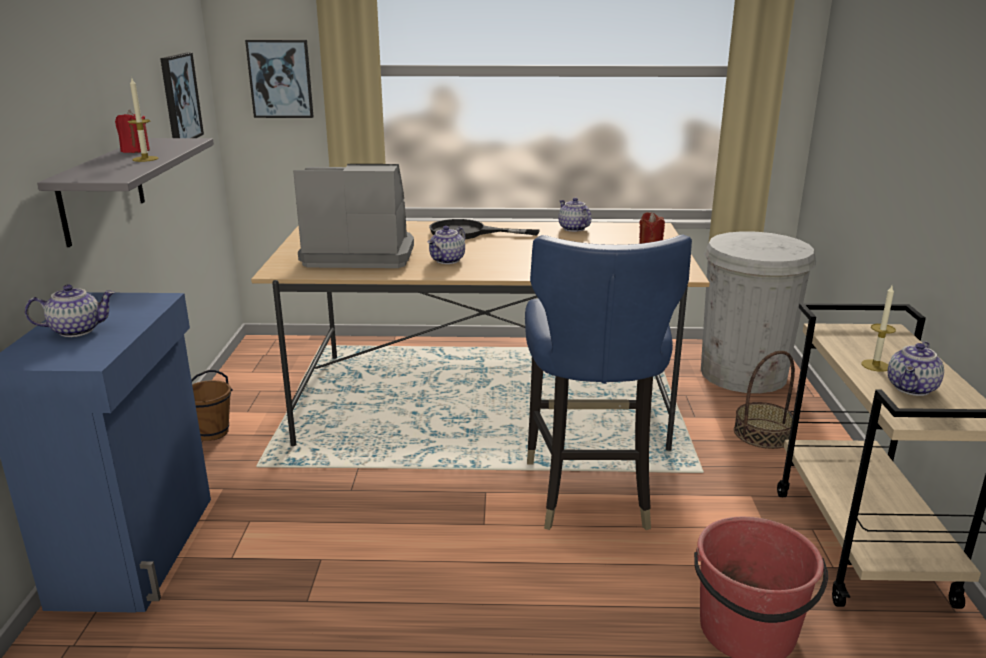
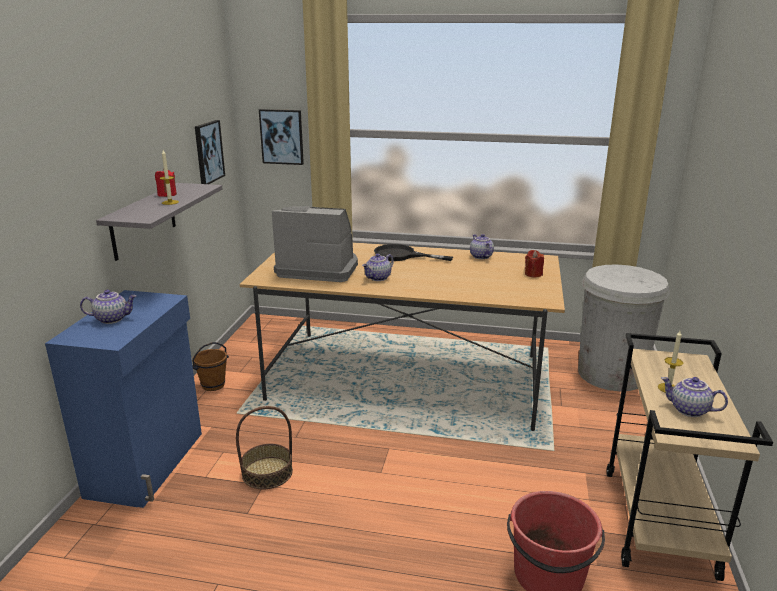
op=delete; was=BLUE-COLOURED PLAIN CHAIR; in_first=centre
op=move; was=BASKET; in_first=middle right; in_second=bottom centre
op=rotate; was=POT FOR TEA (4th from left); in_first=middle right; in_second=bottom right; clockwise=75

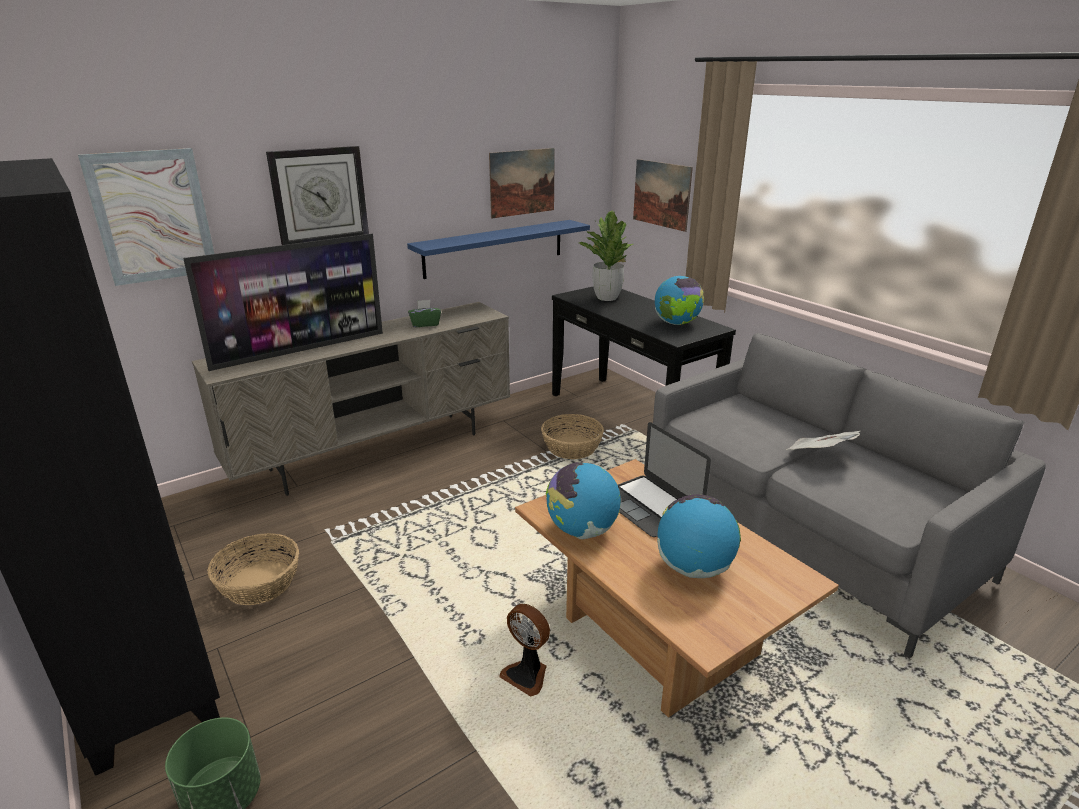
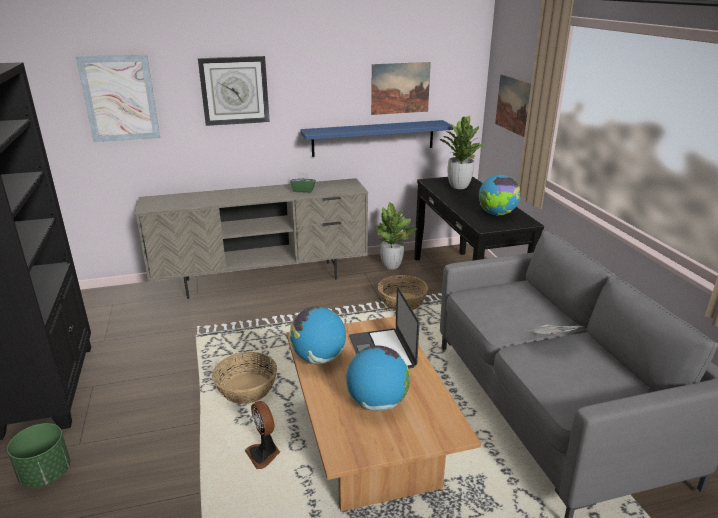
op=delete; was=TELEVISION; in_first=middle left
op=insert; now=PLANT IN A POT (1st from left); in_second=centre
op=move; was=BASKET (1st from left); in_first=bottom left; in_second=bottom centre

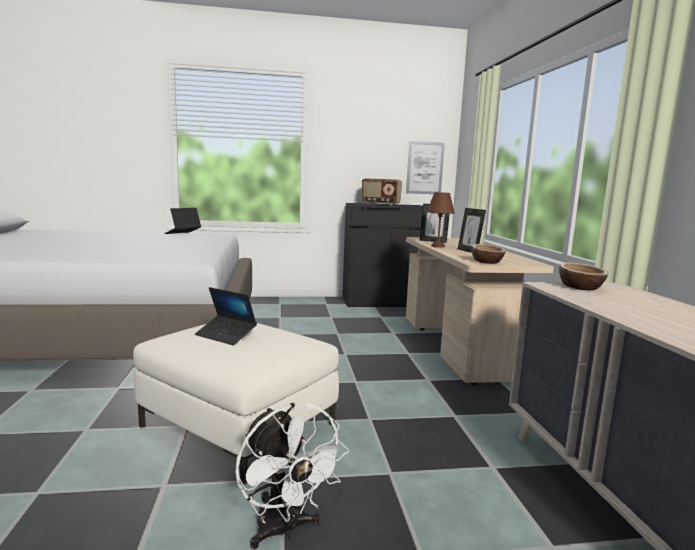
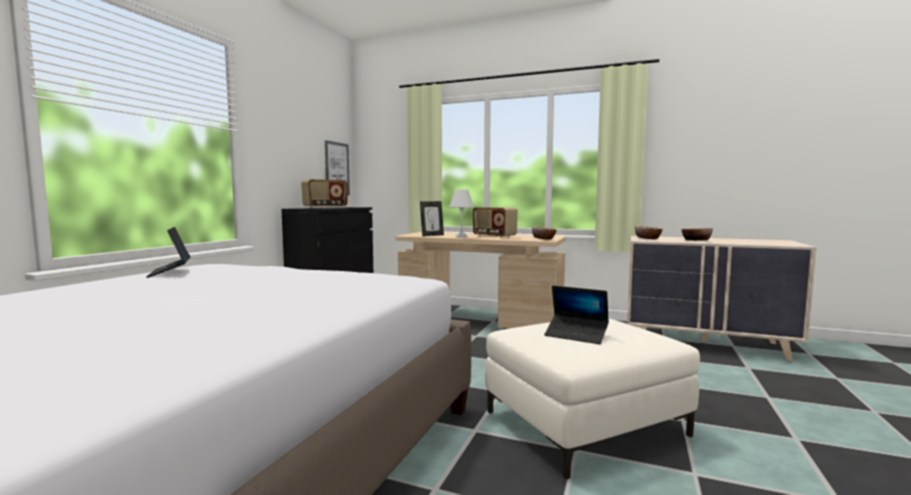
op=delete; was=WHITE-COLOURED COOLING FAN; in_first=bottom centre
op=insert; now=DEEP DISH (3rd from left); in_second=middle right
op=replace; was=STANDING FRAME (2nd from left); now=RADIO RECEIVER (2nd from left); in_first=middle right; in_second=centre
op=recolor; was=BROWN TABLE LAMP; now=WHITE-COLOURED TABLE LAMP; in_first=centre; in_second=centre
op=rotate; was=PORTABLE COMPUTER (2nd from left); in_first=middle left; in_second=centre; clockwise=60

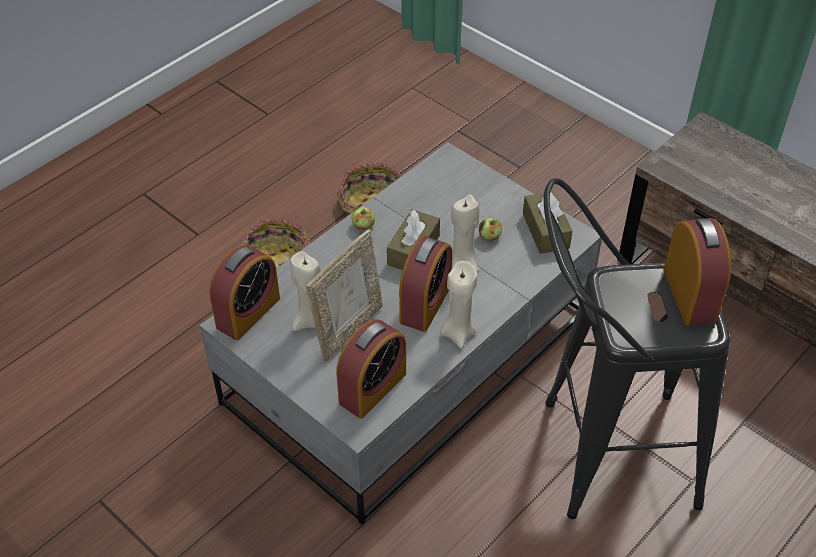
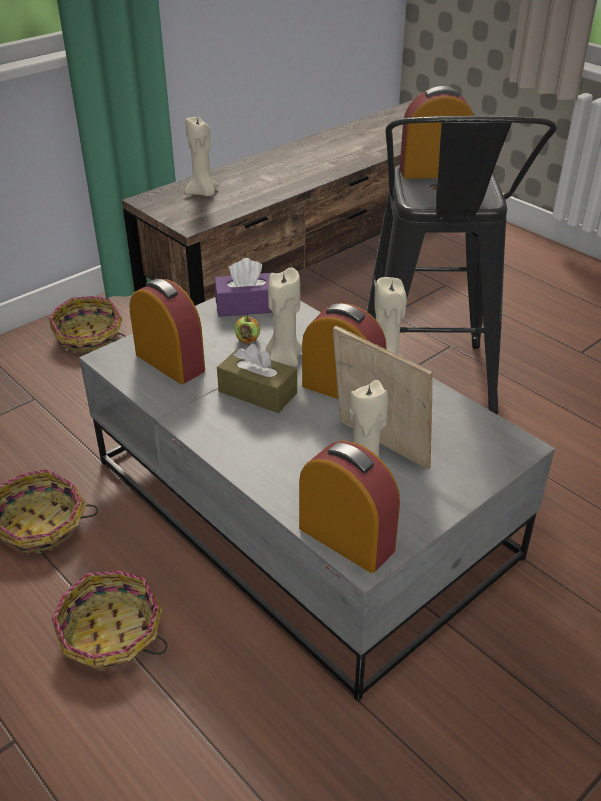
op=delete; was=WHOLE APPLE (1st from left); in_first=centre
op=insert; now=BASKET (2nd from left); in_second=middle left
op=insert; now=SAND-COLOURED CANDLE (1st from left); in_second=top centre
op=move; was=TABLE CLOCK (2nd from left in the first image); now=TABLE CLOCK (1st from left); in_first=centre; in_second=middle left
op=recolor; was=BROWN TISSUE HOLDER (2nd from left); now=PURPLISH TISSUE HOLDER; in_first=middle right; in_second=centre

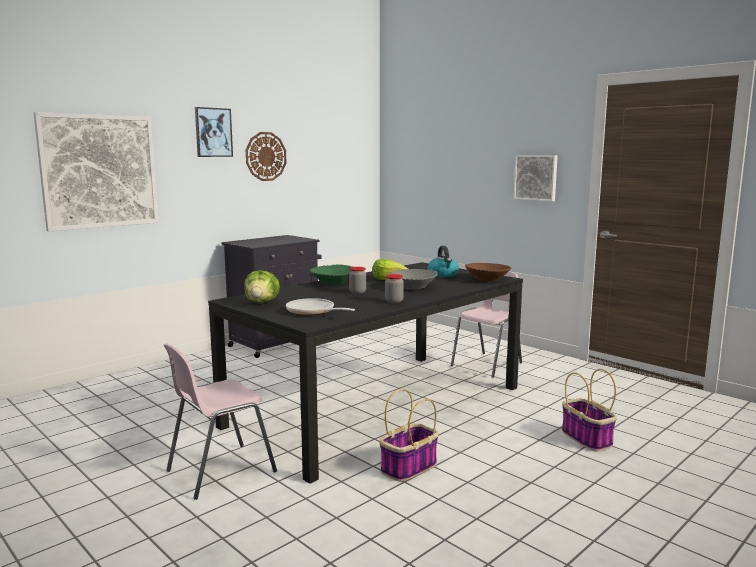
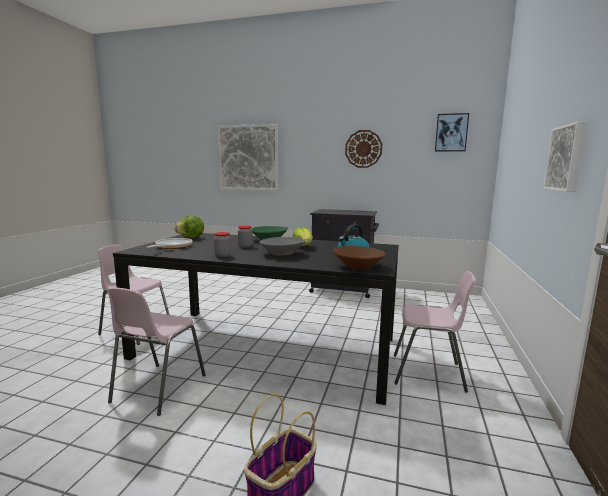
op=move; was=WALL ART (2nd from left); in_first=top left; in_second=top right
op=replace; was=BASKET (1st from left); now=PINK PLAIN CHAIR (2nd from left); in_first=bottom centre; in_second=bottom left

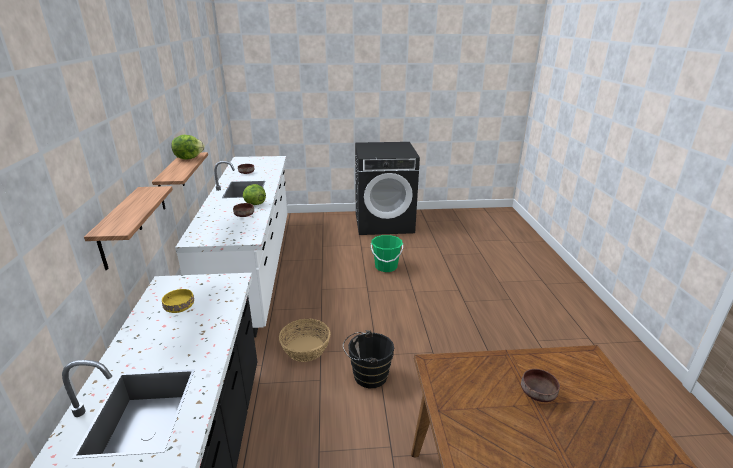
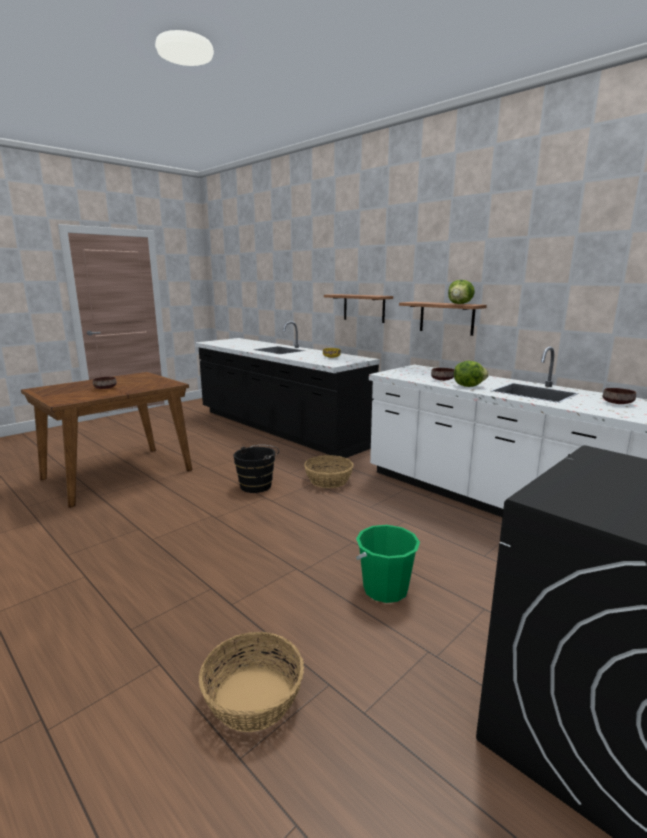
op=insert; now=BASKET (1st from left); in_second=bottom centre

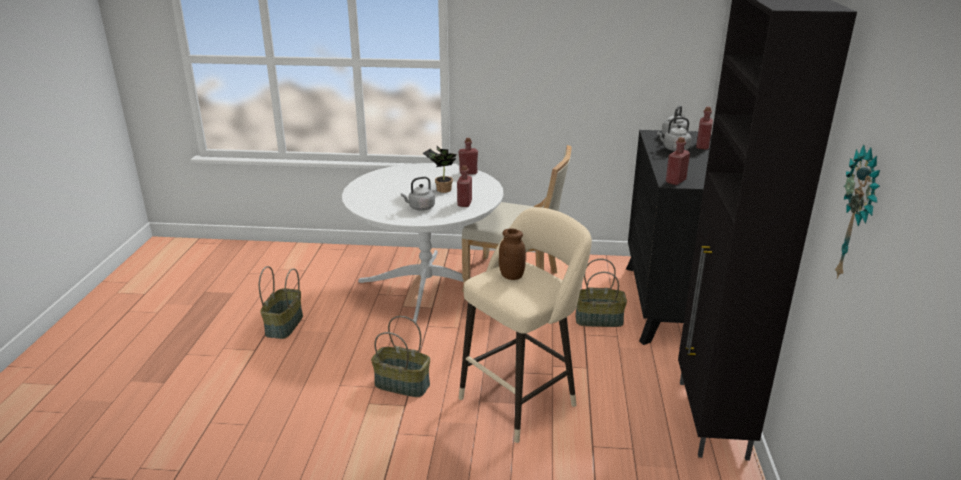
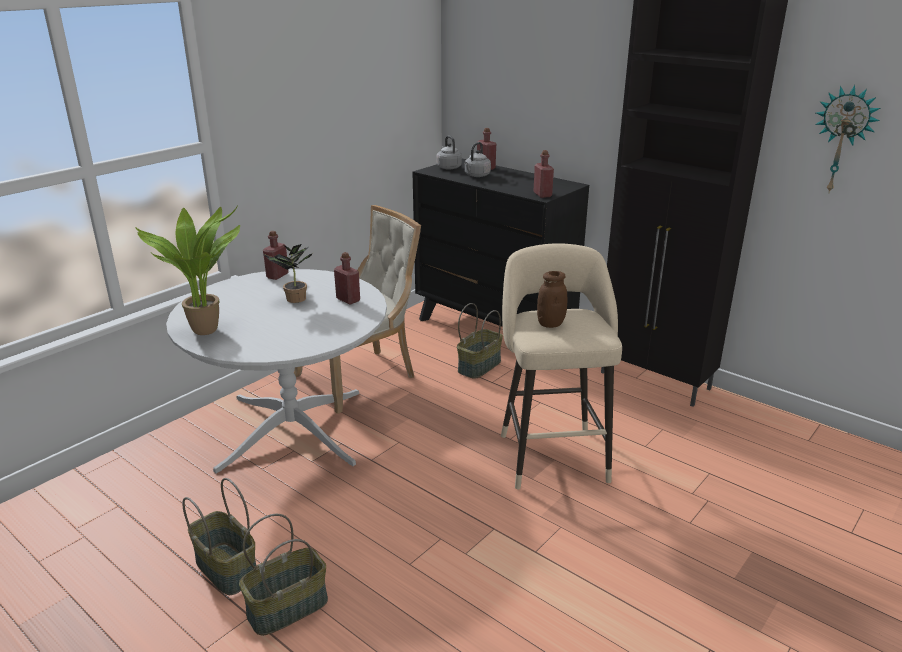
op=delete; was=GREY TEA KETTLE (1st from left); in_first=centre
op=insert; now=PLANT IN A POT (1st from left); in_second=middle left
op=move; was=BASKET (2nd from left); in_first=bottom centre; in_second=bottom left

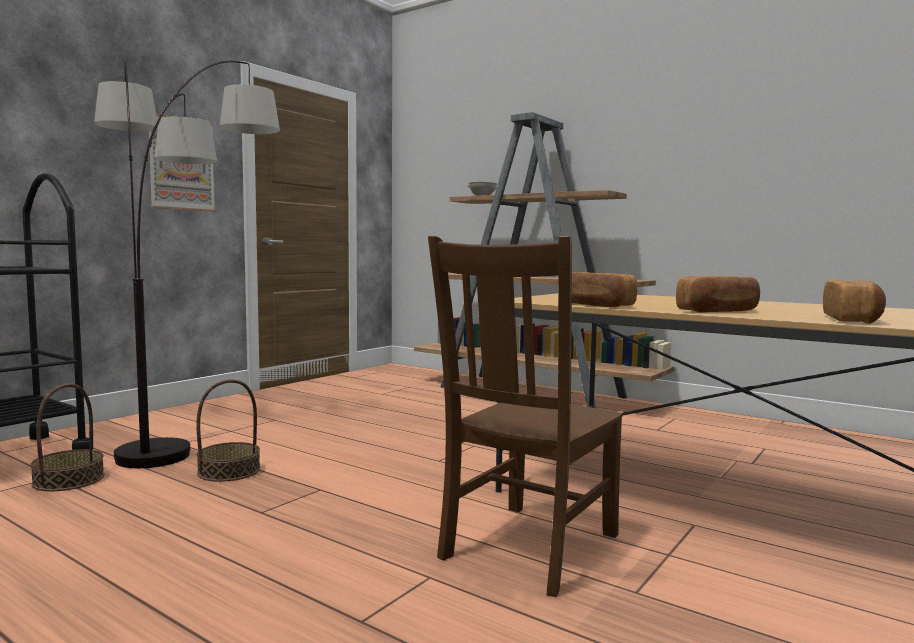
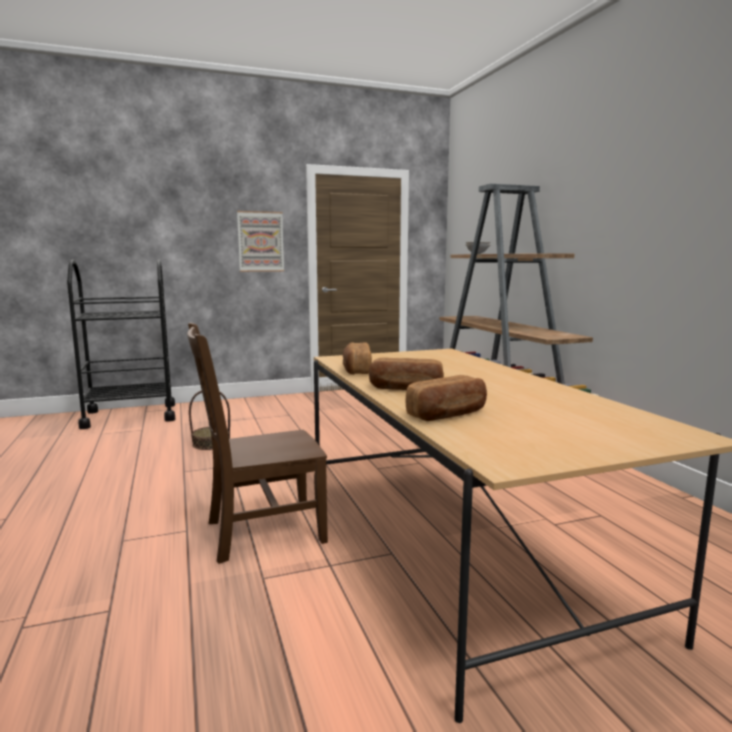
op=delete; was=BASKET (1st from left); in_first=bottom left
op=delete; was=STANDARD LAMP; in_first=middle left

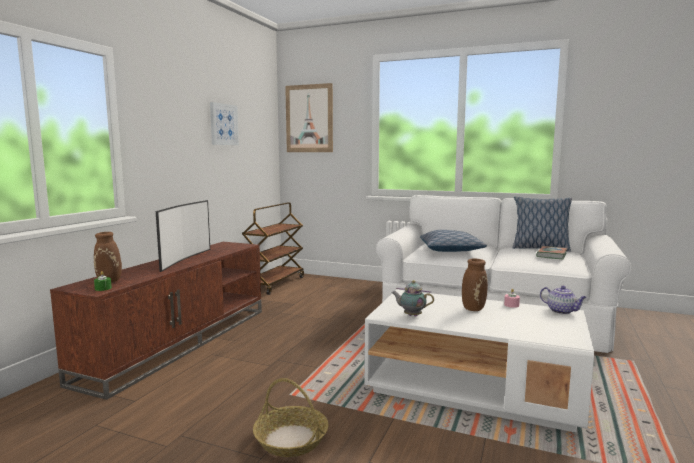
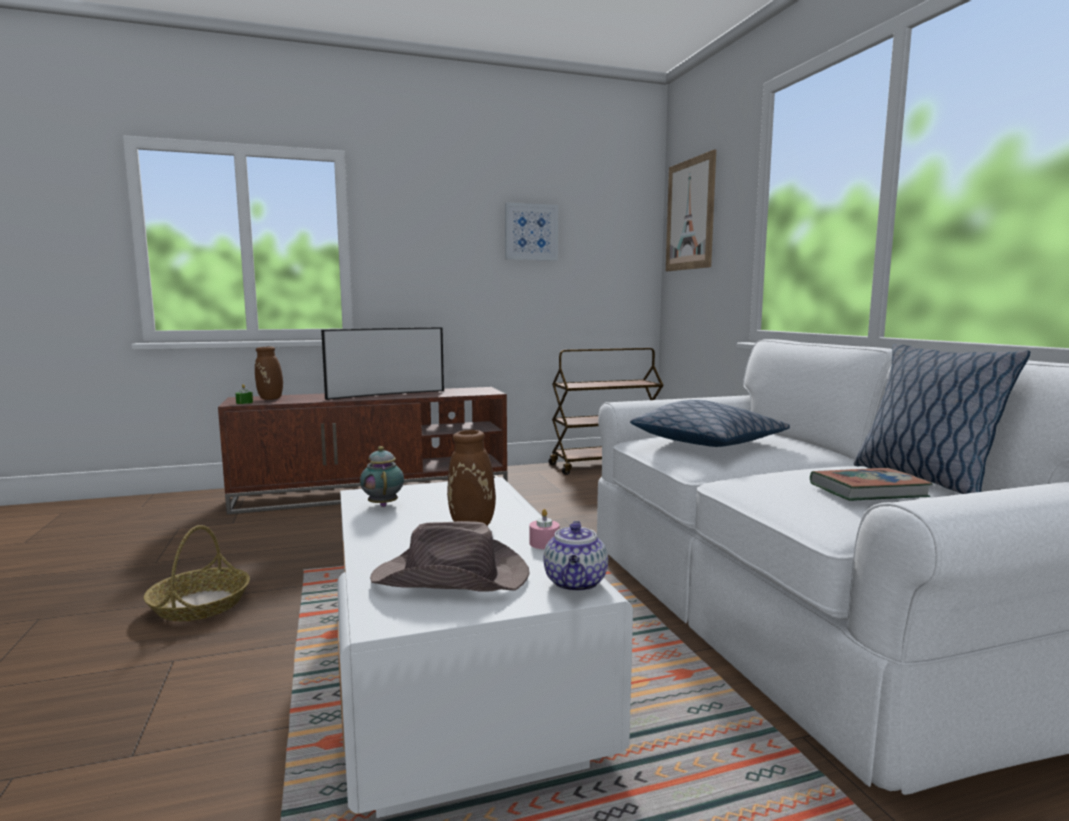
op=insert; now=BROWN WEARABLE HAT; in_second=bottom centre

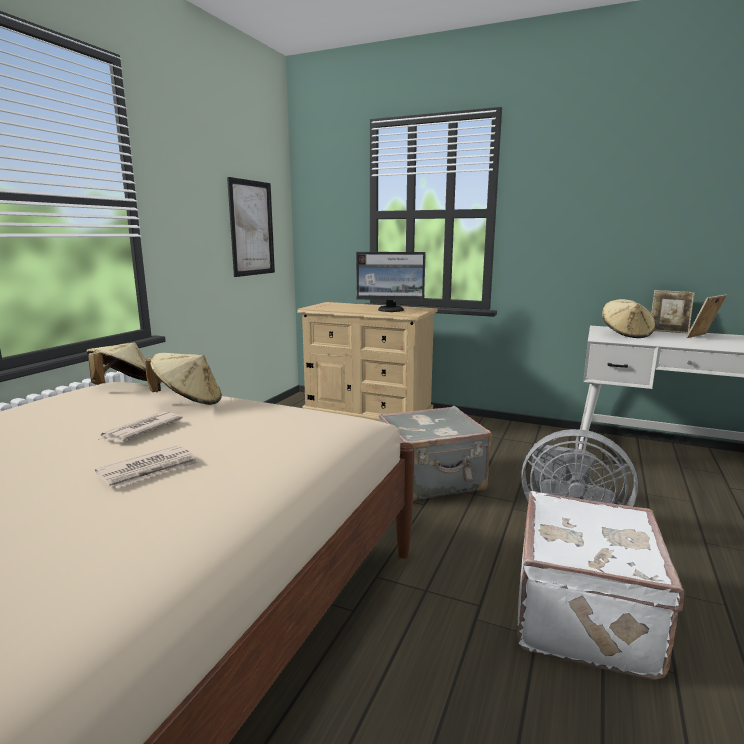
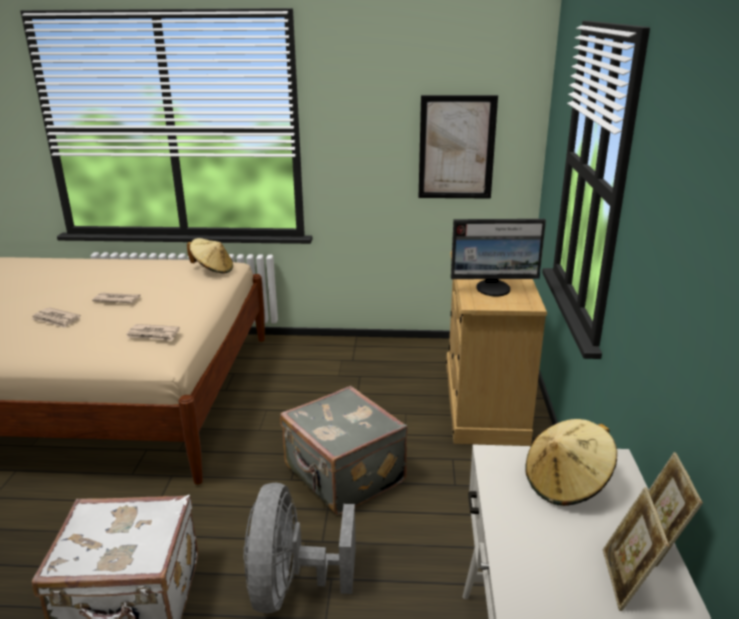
op=delete; was=SAND-COLOURED WEARABLE HAT (2nd from left); in_first=middle left
op=insert; now=DAILY PAPER (3rd from left); in_second=middle left
op=rotate; was=COMPUTER SCREEN; in_first=centre; in_second=middle right; clockwise=-75
op=rotate; was=STANDING FRAME (2nd from left in the first image); in_first=middle right; in_second=bottom right; clockwise=-120

